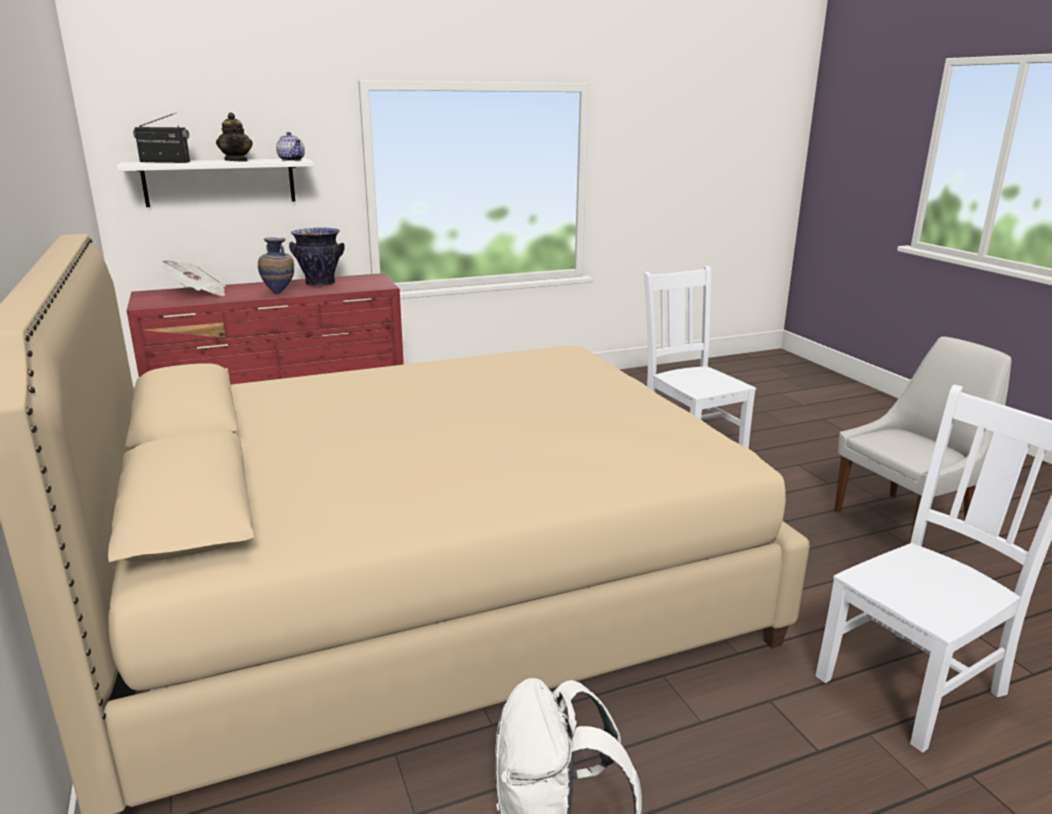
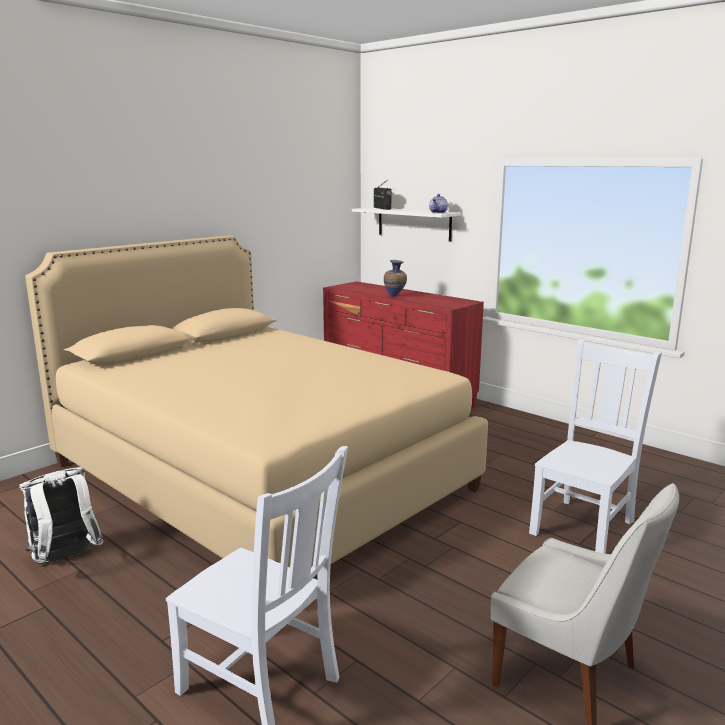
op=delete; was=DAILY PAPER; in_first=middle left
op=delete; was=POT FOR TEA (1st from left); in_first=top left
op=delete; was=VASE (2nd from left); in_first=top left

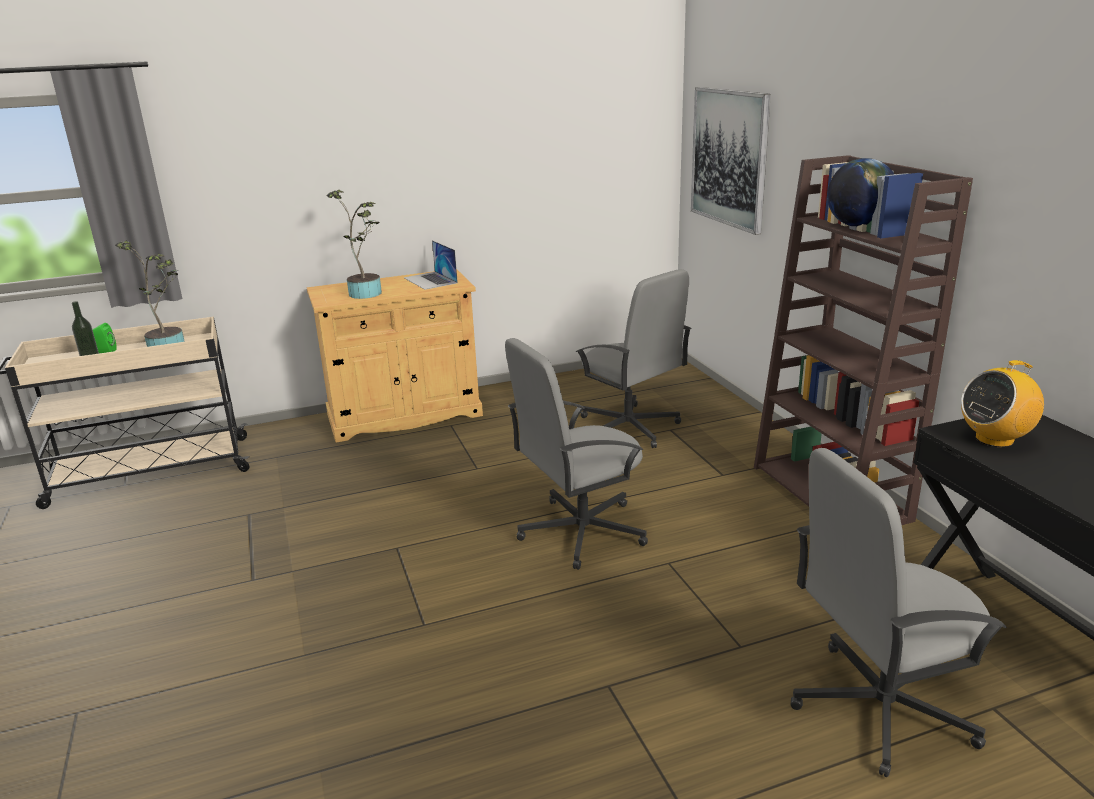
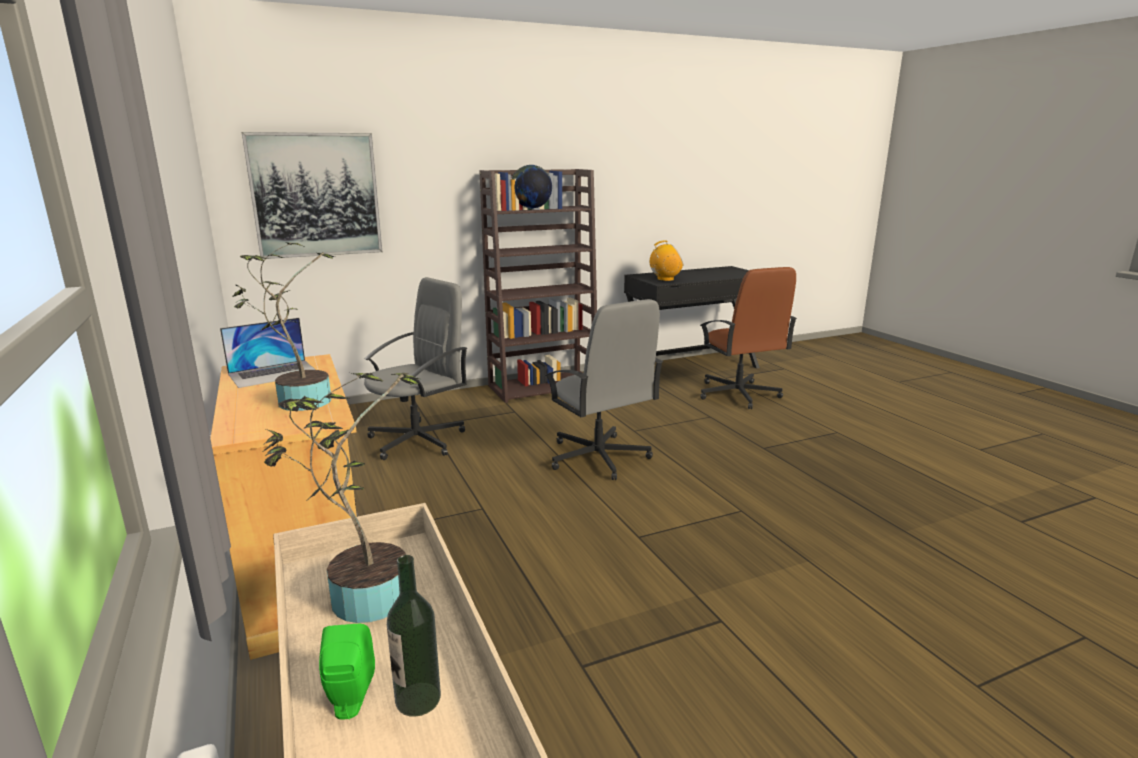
op=recolor; was=GREY OFFICE CHAIR (3rd from left); now=BROWN OFFICE CHAIR; in_first=bottom right; in_second=centre
op=rotate; was=RADIO RECEIVER; in_first=middle right; in_second=centre; clockwise=-75

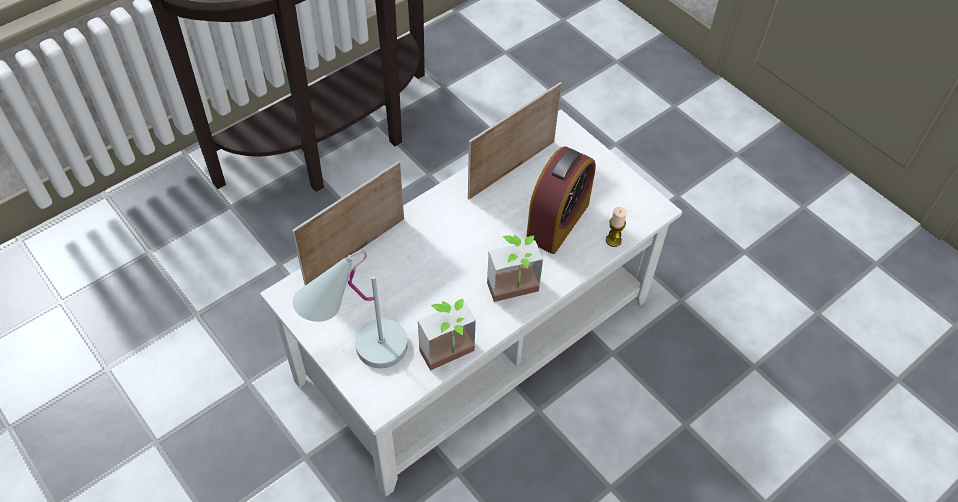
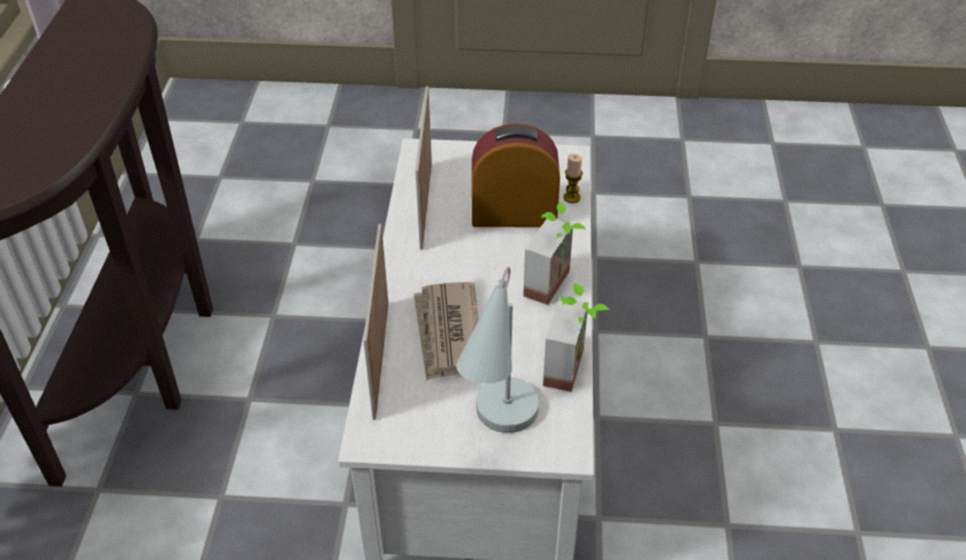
op=insert; now=DAILY PAPER; in_second=centre
op=rotate; was=TABLE CLOCK; in_first=centre; in_second=top centre; clockwise=-75

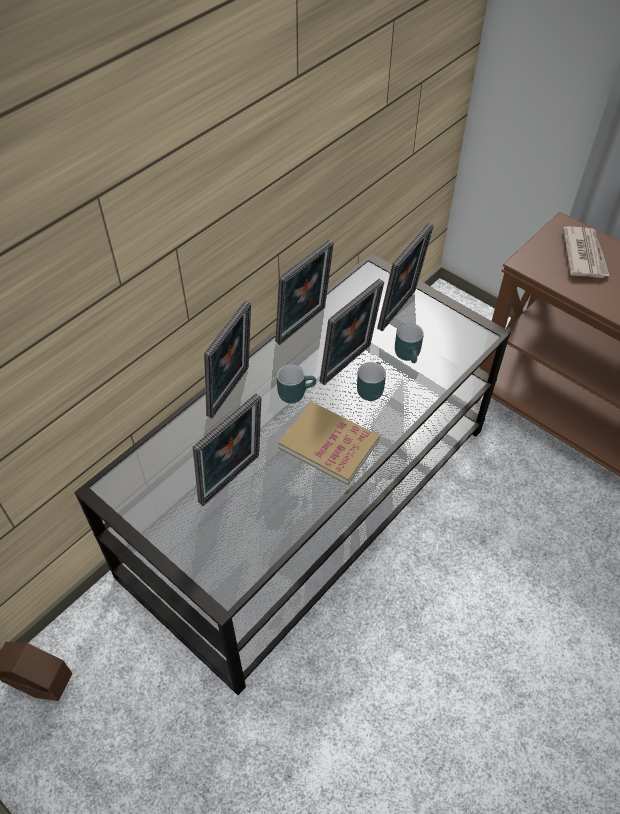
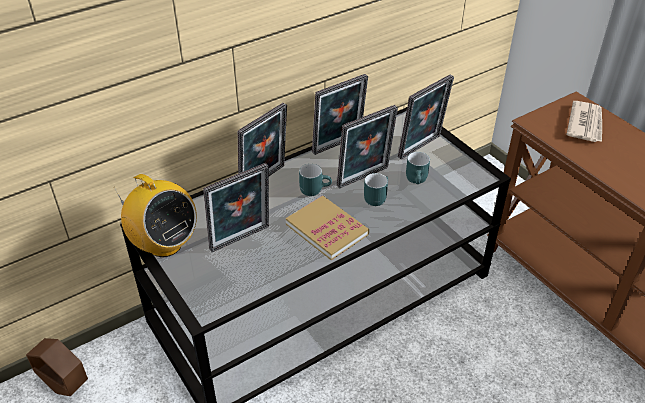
op=insert; now=RADIO RECEIVER; in_second=middle left

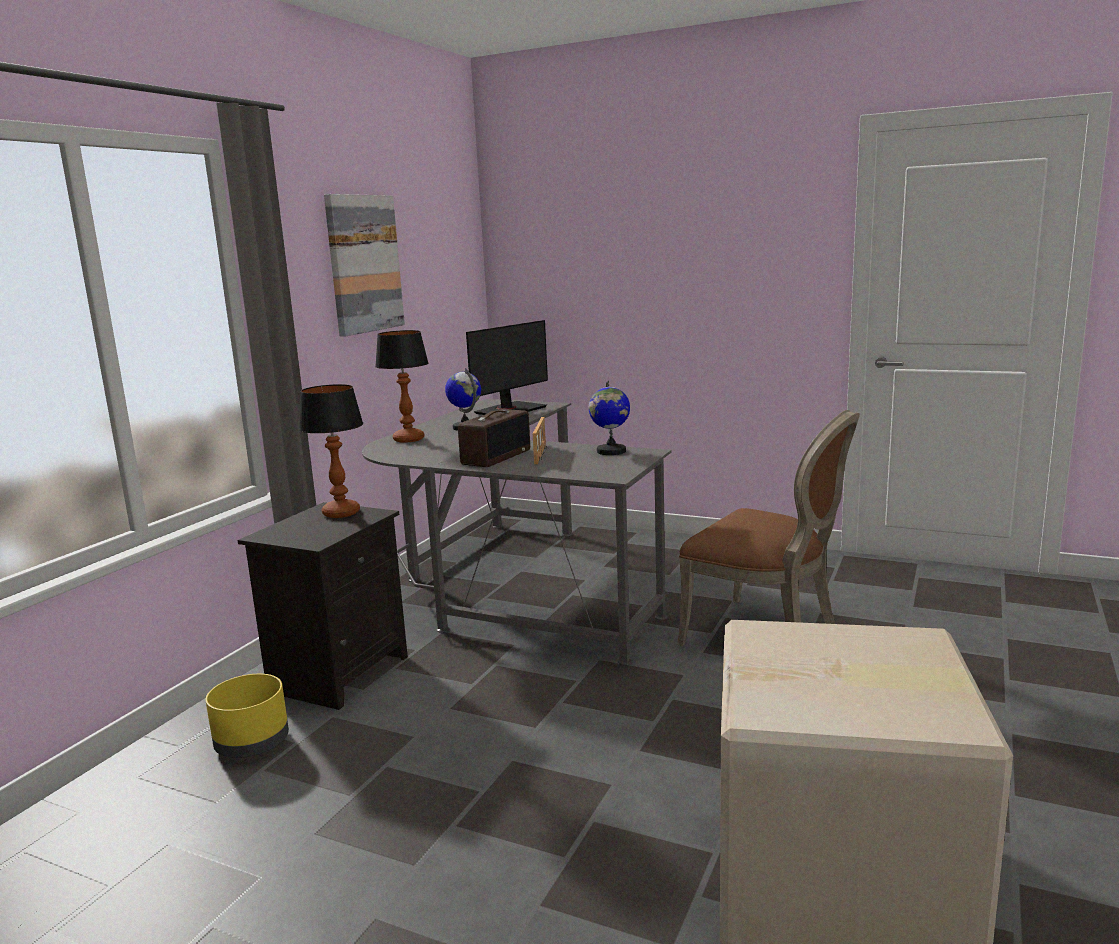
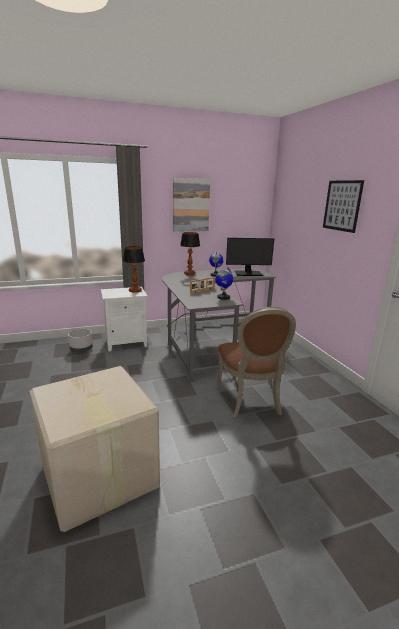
op=delete; was=RADIO RECEIVER; in_first=centre
op=insert; now=WALL ART (2nd from left); in_second=top right
op=recolor; was=YELLOW-COLOURED FLOWER POT; now=GREY FLOWER POT; in_first=bottom left; in_second=middle left
op=recolor; was=BLACK-COLOURED NIGHT TABLE; now=WHITE-COLOURED NIGHT TABLE; in_first=middle left; in_second=middle left

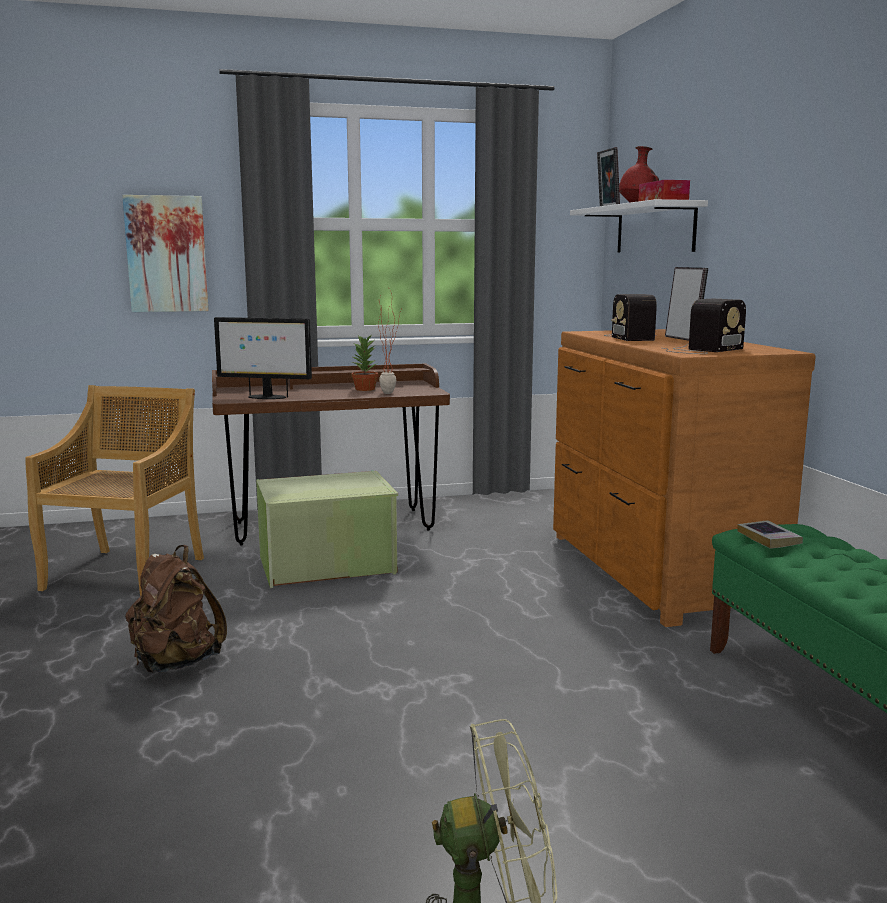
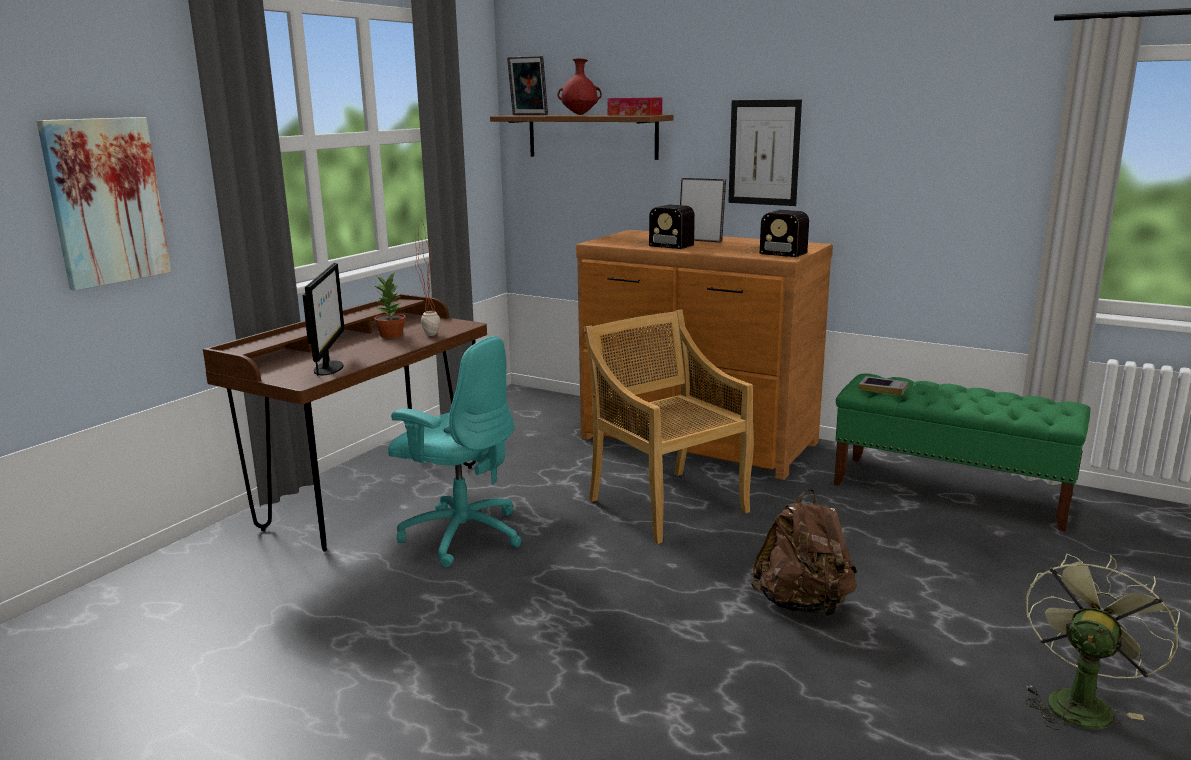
op=insert; now=WALL ART (2nd from left); in_second=top centre
op=move; was=SAND-COLOURED PLAIN CHAIR; in_first=middle left; in_second=centre
op=move; was=BROWN RUCKSACK; in_first=bottom left; in_second=bottom right
op=replace; was=GREEN STORAGE BIN; now=BLUE-GREEN OFFICE CHAIR; in_first=centre; in_second=centre
op=recolor; was=WHITE-COLOURED BRACKET SHELF; now=BROWN BRACKET SHELF; in_first=top right; in_second=top centre
op=rotate; was=COMPUTER SCREEN; in_first=middle left; in_second=middle left; clockwise=-60
op=rotate; was=RADIO RECEIVER (2nd from left); in_first=middle right; in_second=top centre; clockwise=120

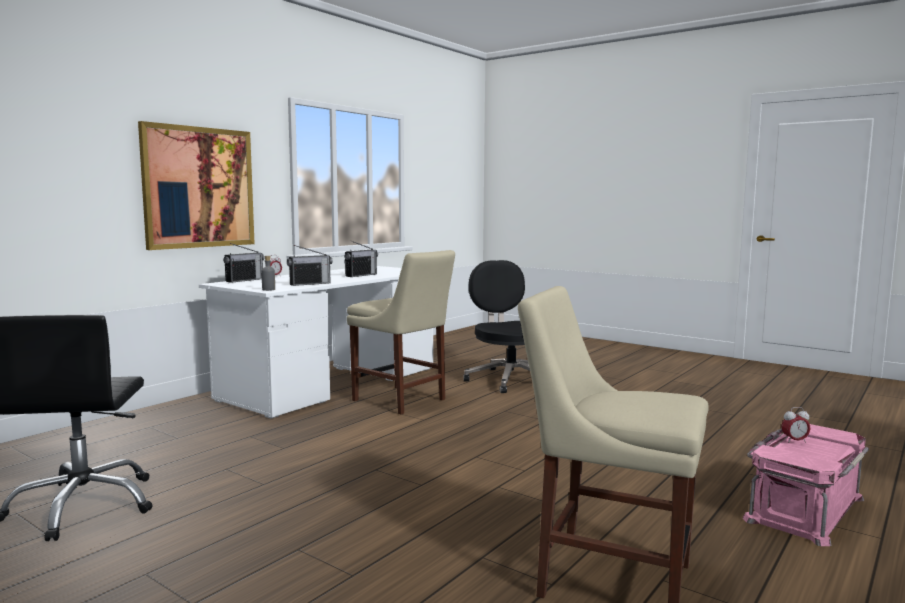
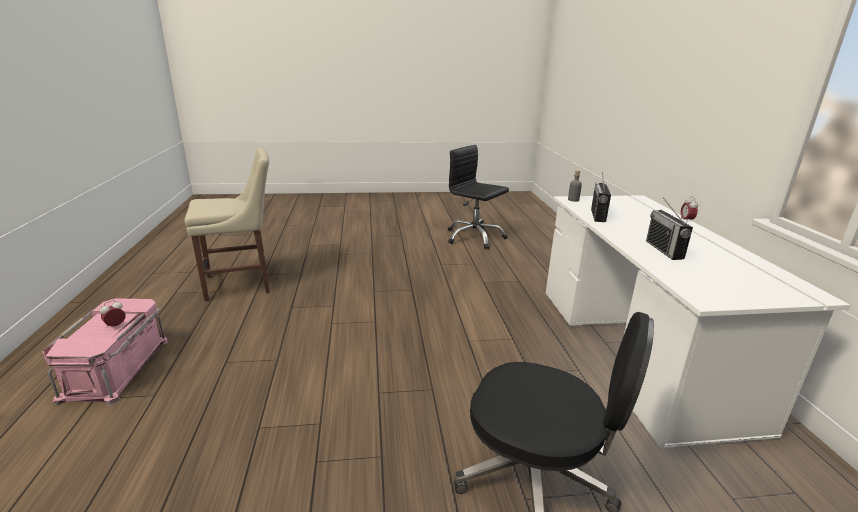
op=delete; was=WALL ART; in_first=top left
op=delete; was=RADIO RECEIVER (1st from left); in_first=middle left
op=delete; was=SAND-COLOURED PLAIN CHAIR (1st from left); in_first=centre

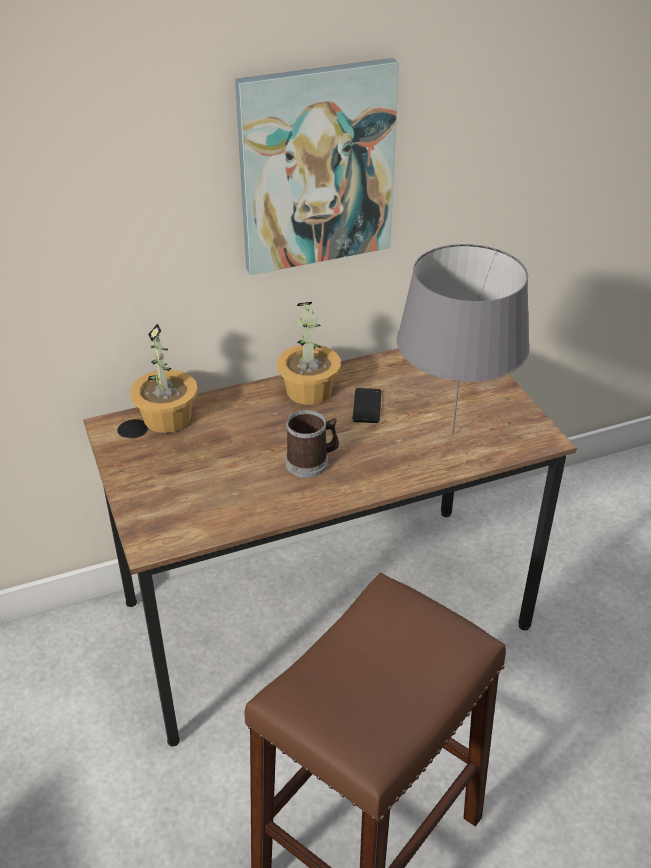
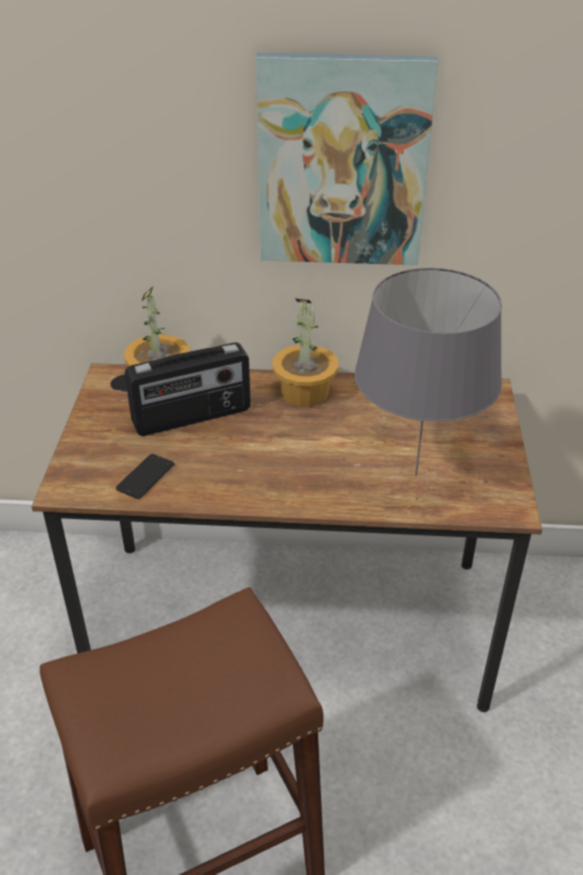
op=delete; was=COFFEE MUG; in_first=centre
op=insert; now=RADIO RECEIVER; in_second=middle left
op=move; was=TELEPHONE; in_first=centre; in_second=middle left

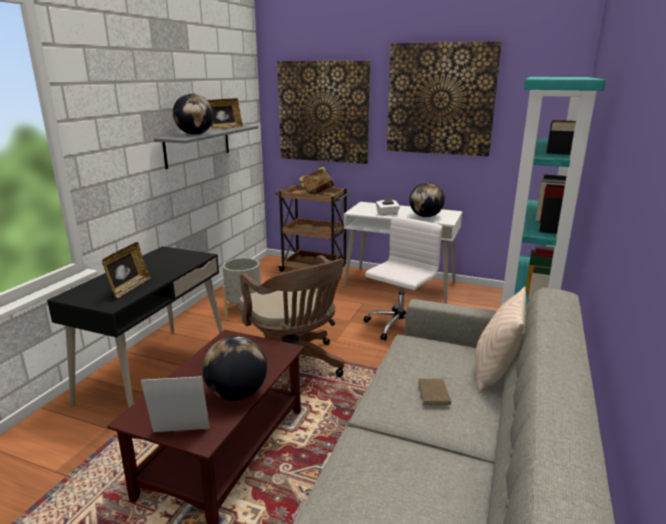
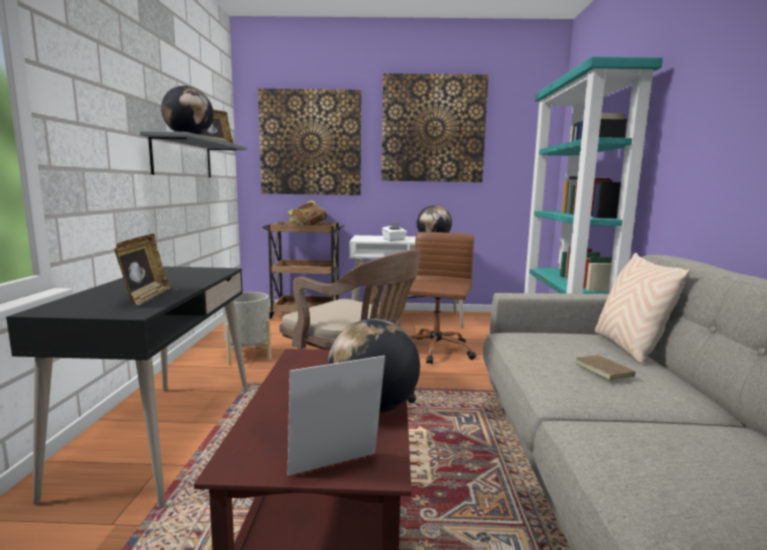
op=recolor; was=WHITE-COLOURED OFFICE CHAIR; now=BROWN OFFICE CHAIR (2nd from left); in_first=centre; in_second=centre

